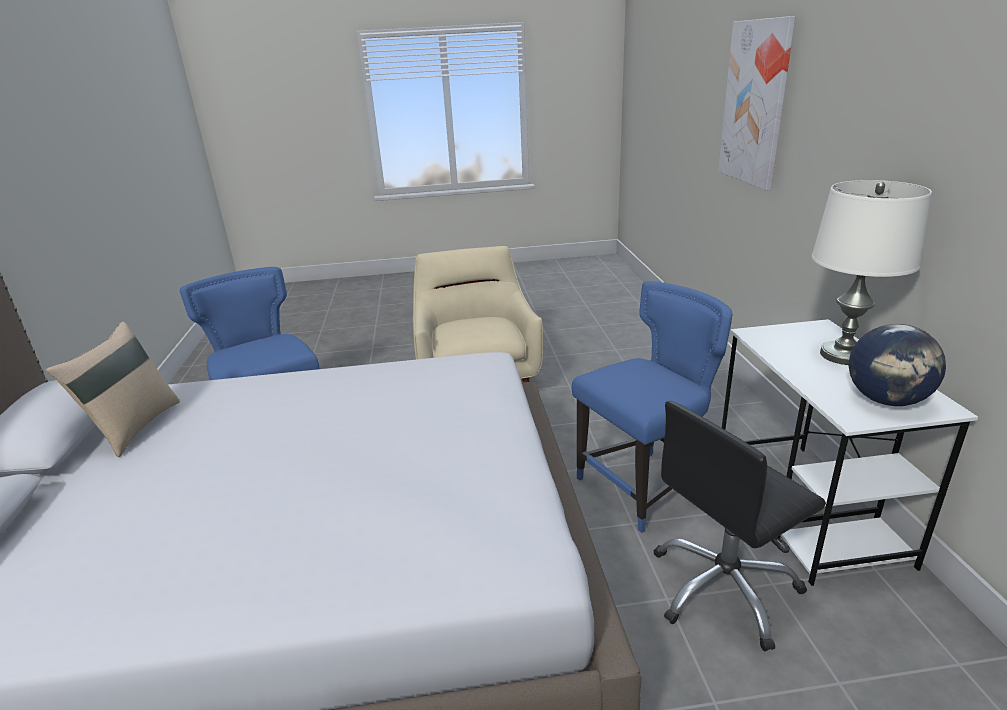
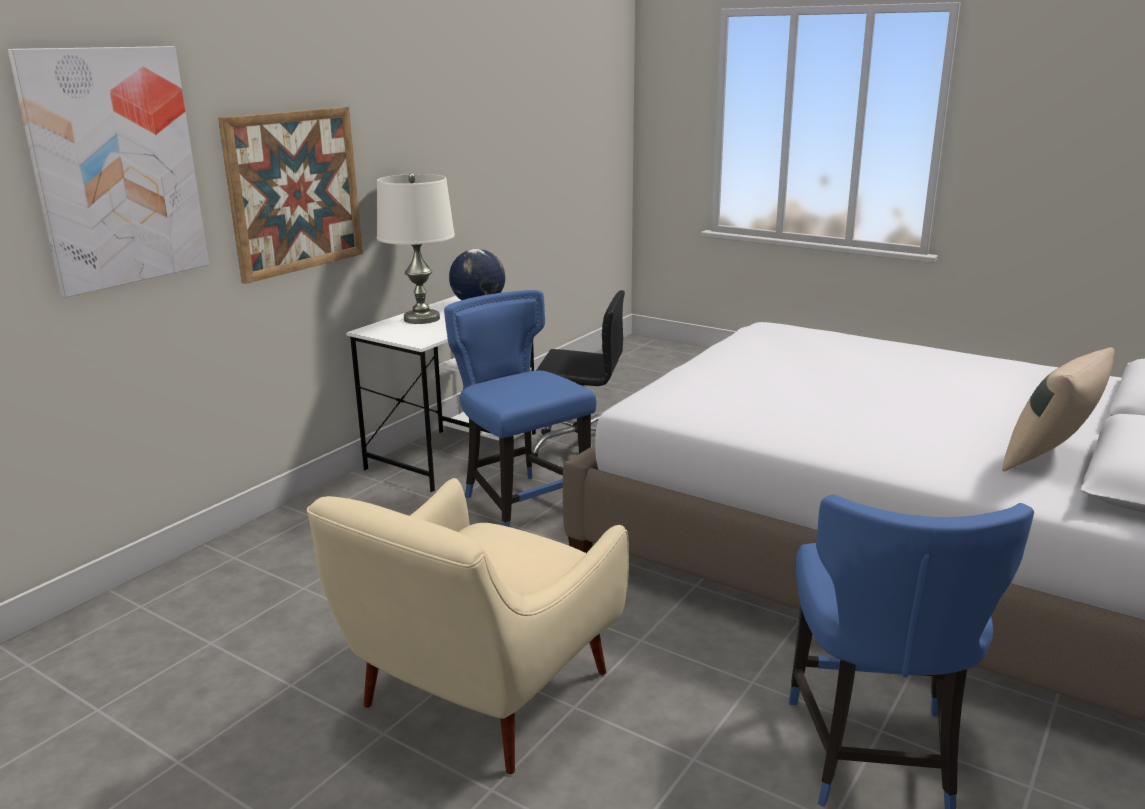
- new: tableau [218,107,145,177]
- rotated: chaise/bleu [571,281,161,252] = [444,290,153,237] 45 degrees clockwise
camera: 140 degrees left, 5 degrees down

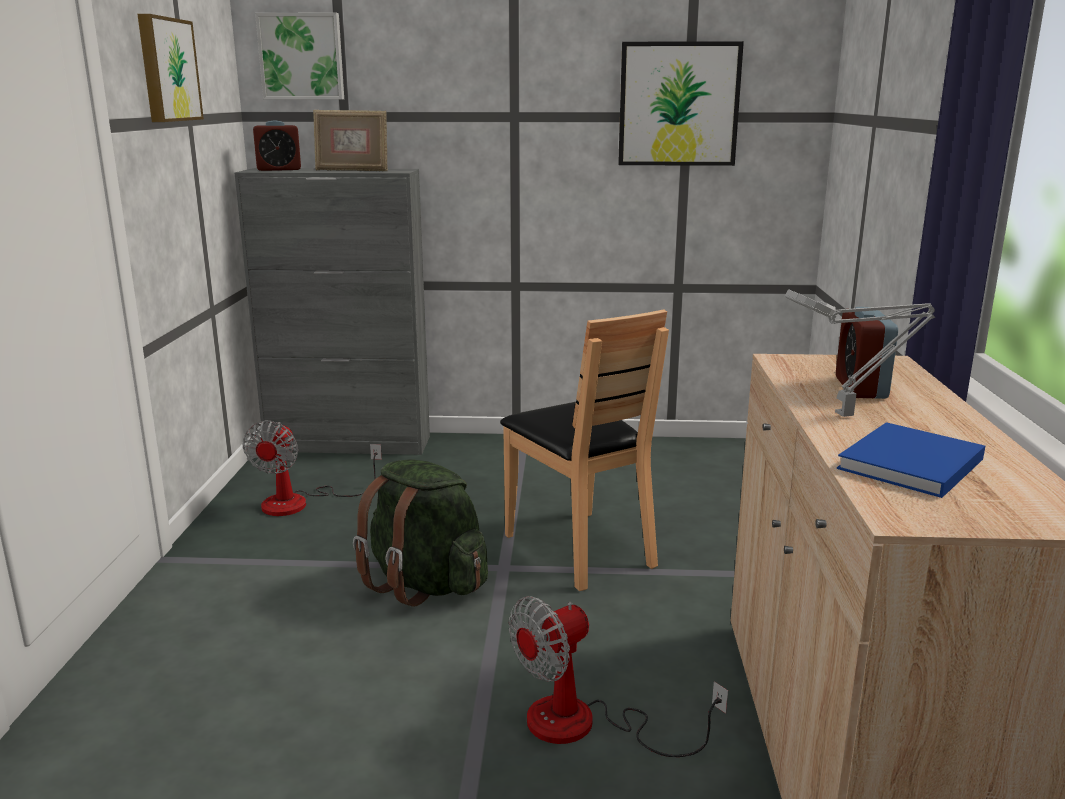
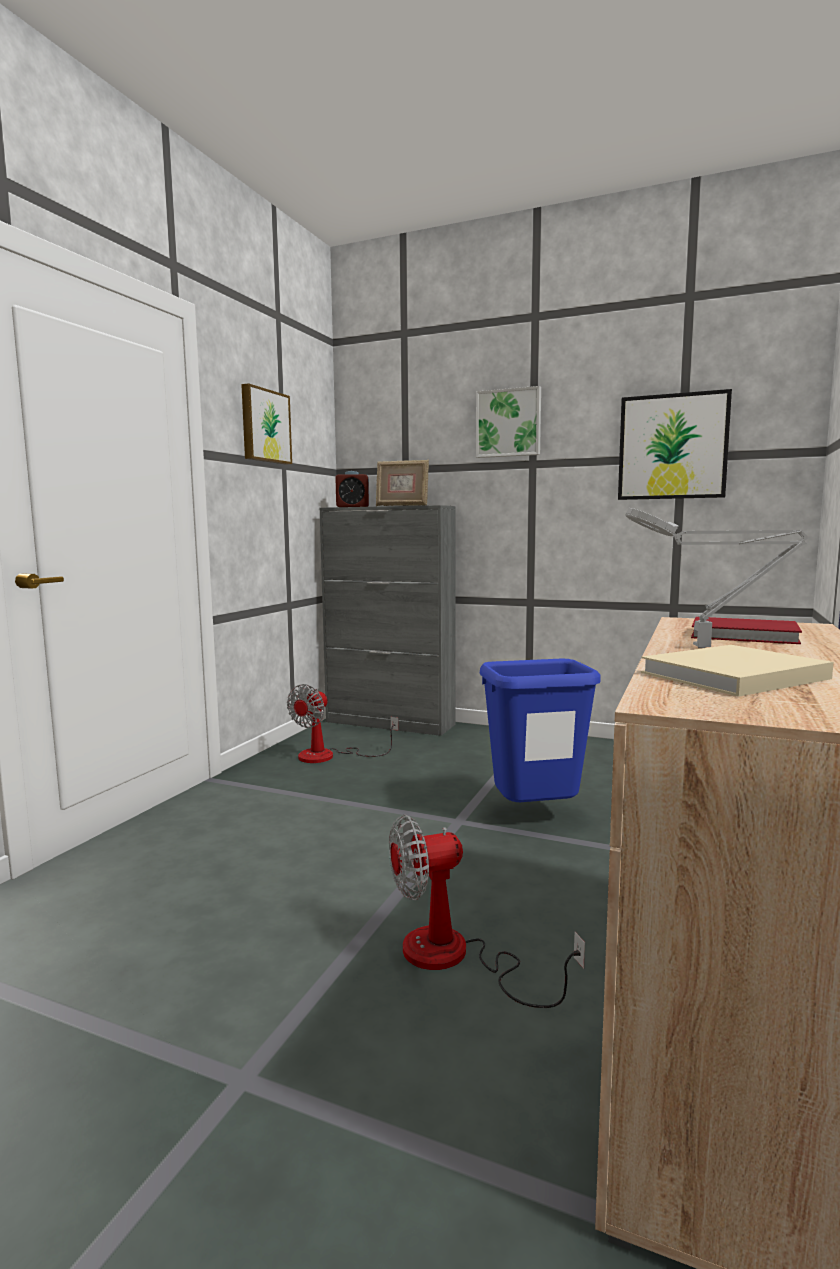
- shifted: tableau [255,12,89,87] to [476,386,65,72]
- swapped: chaise/marron [500,310,169,281] to poubelle/bleu [480,659,121,143]
- repainted: livre/bleu [837,422,148,76] to livre/beige [641,645,193,52]
- swapped: réveil [836,307,62,92] to livre/rouge [691,617,111,27]
- gone: sac à dos/vert [353,460,135,147]
camera: 20 degrees right, 10 degrees down

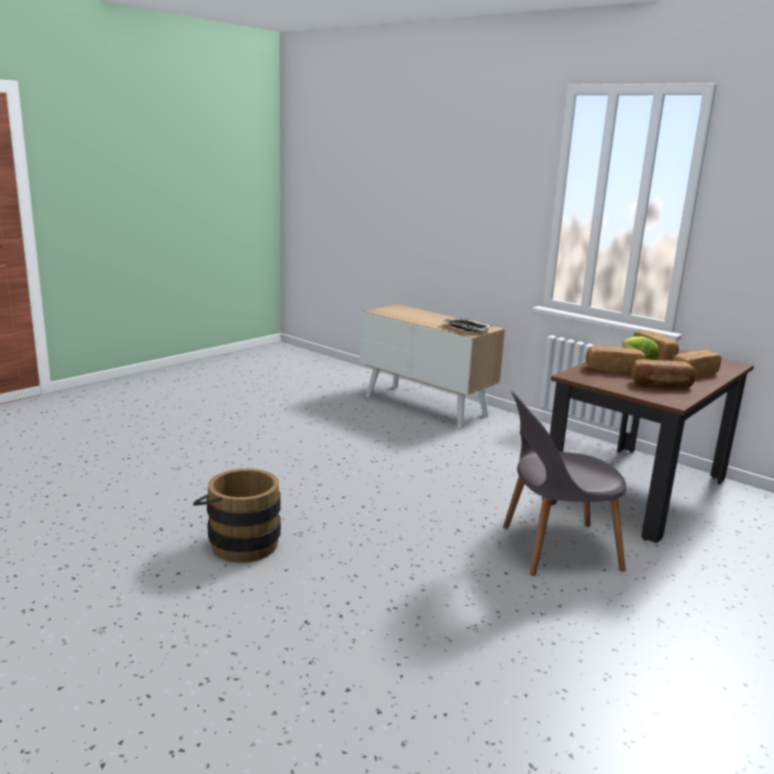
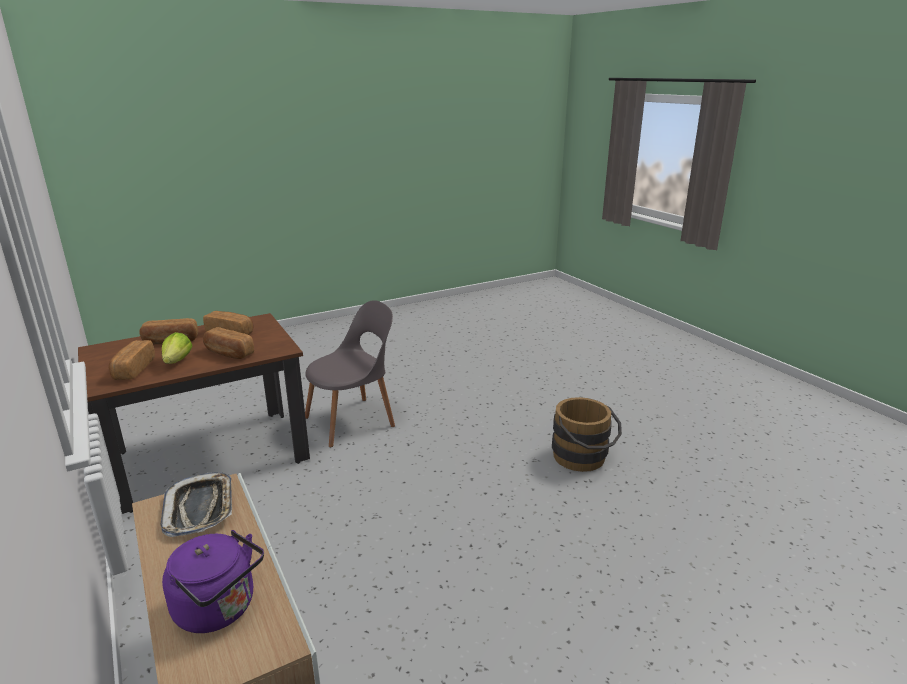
- new: bouilloire/violet [162,530,102,103]
- rotated: chaise/gris [503,391,123,185] = [305,300,90,147] 45 degrees counterclockwise
camera: 160 degrees left, 5 degrees up

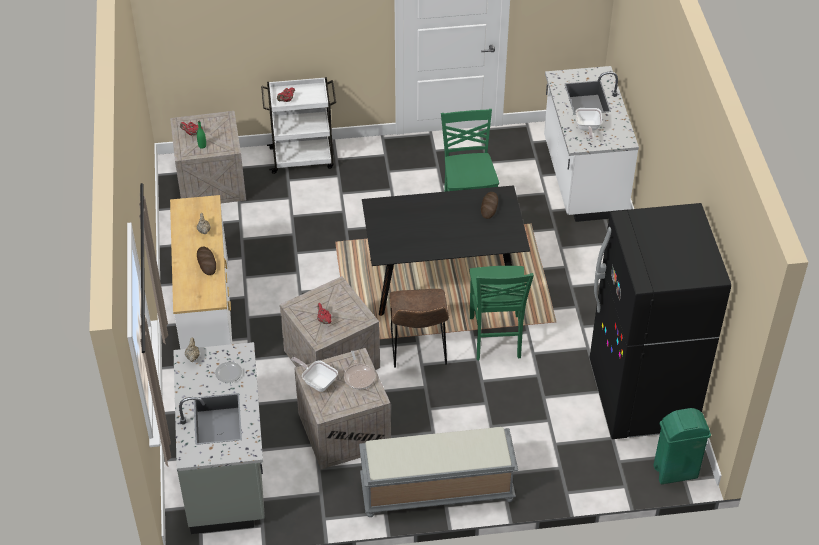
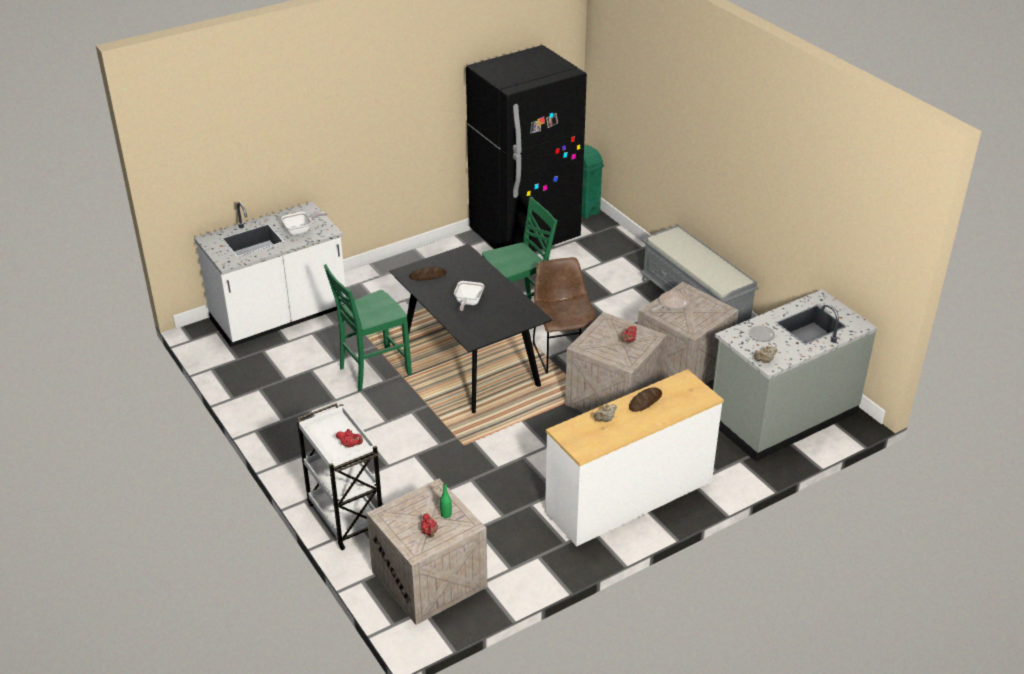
- shifted: poêle [291,357,47,35] to [454,281,31,30]
- rotated: chaise/marron [390,289,59,79] = [533,257,64,117] 75 degrees counterclockwise
camera: 115 degrees left, 10 degrees down

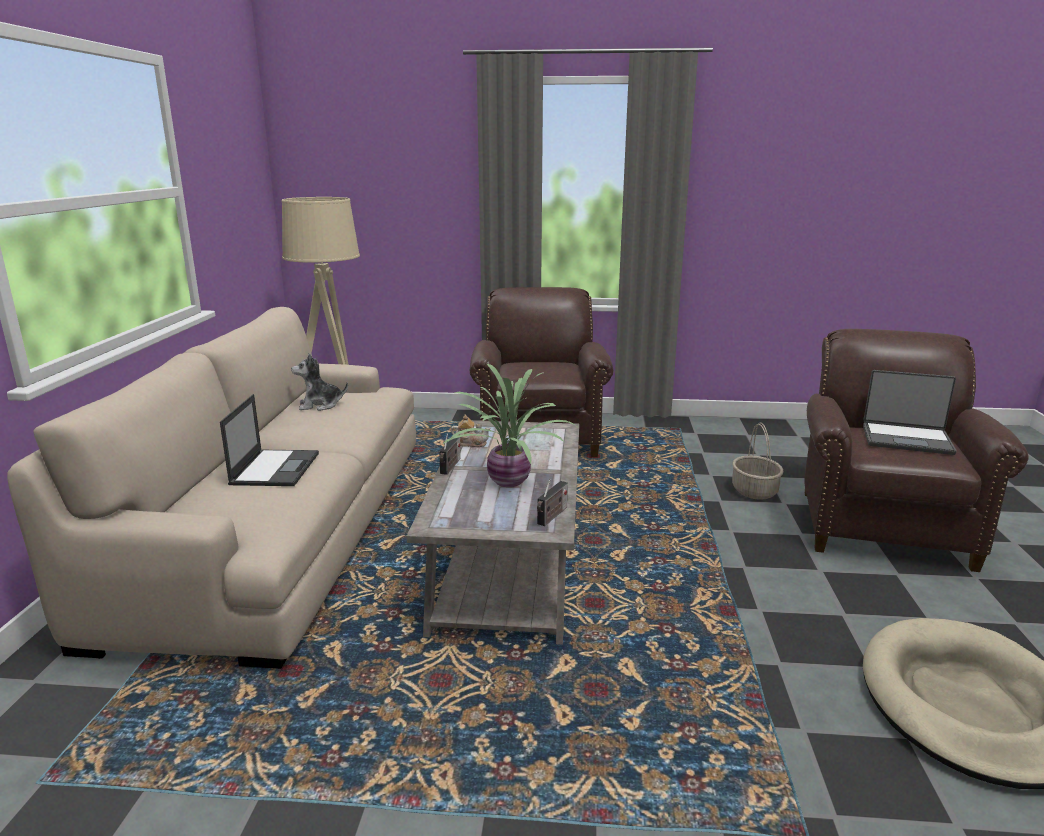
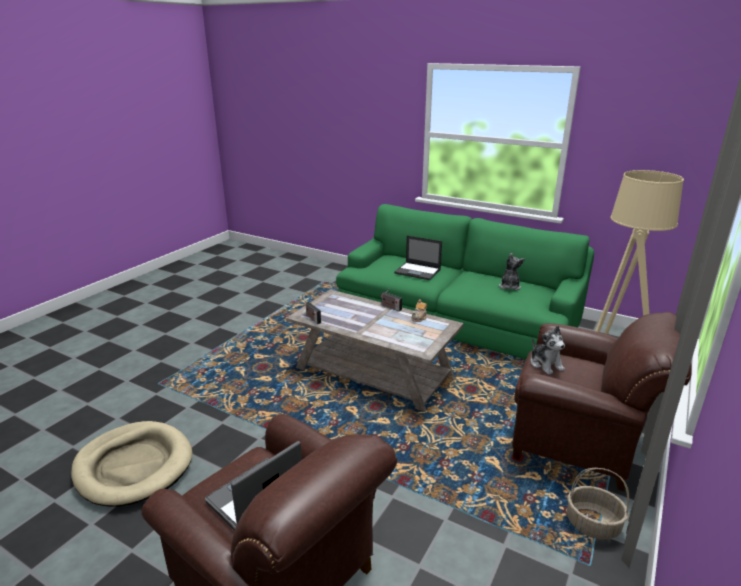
- repainted: canapé/beige [7,307,409,362] to canapé/vert [336,204,258,155]
- new: peluche [531,326,34,49]
- shifted: panier [732,422,51,78] to [567,468,62,71]
- gone: plante en pot [443,364,133,123]
camera: 115 degrees right, 5 degrees up

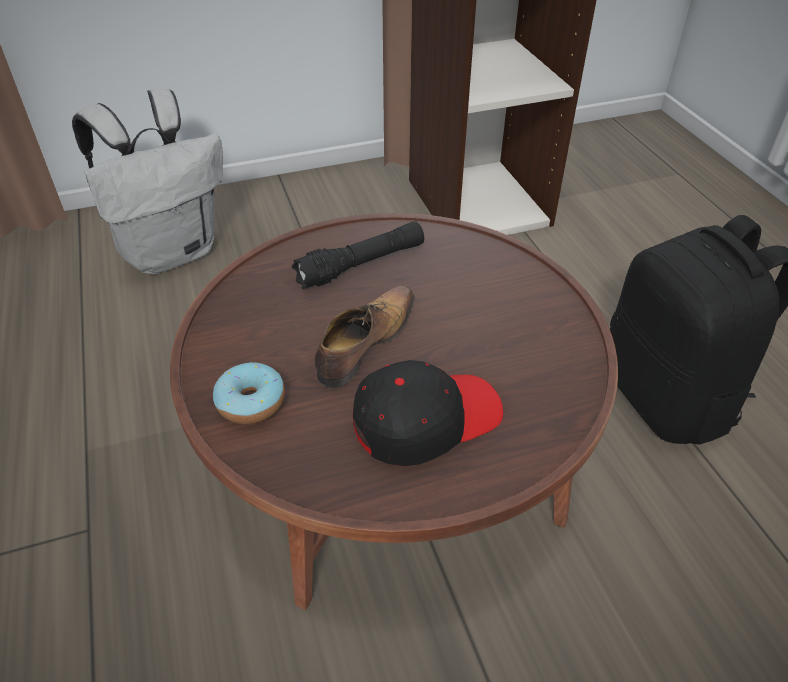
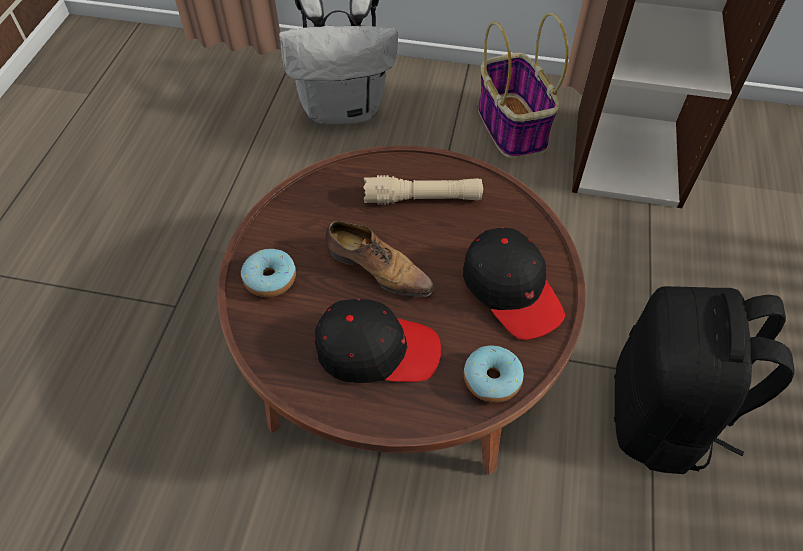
- rotated: chaussure [315,286,99,102] = [326,221,109,76] 60 degrees clockwise
- repainted: lampe de poche/noir [292,221,132,68] to lampe de poche/beige [363,175,120,30]
- new: casquette/noir [463,227,102,113]
- new: beignet [464,345,60,58]
- new: panier [478,13,91,145]
camera: 30 degrees right, 10 degrees up

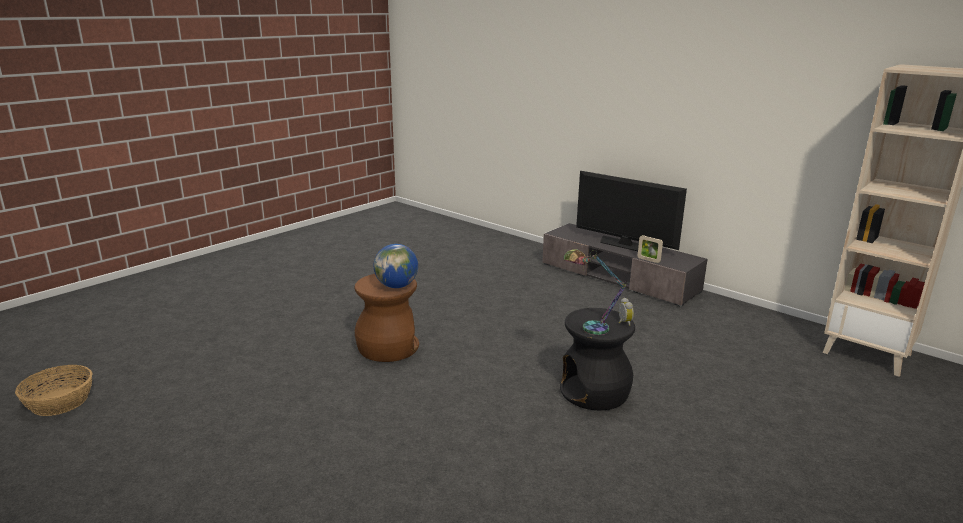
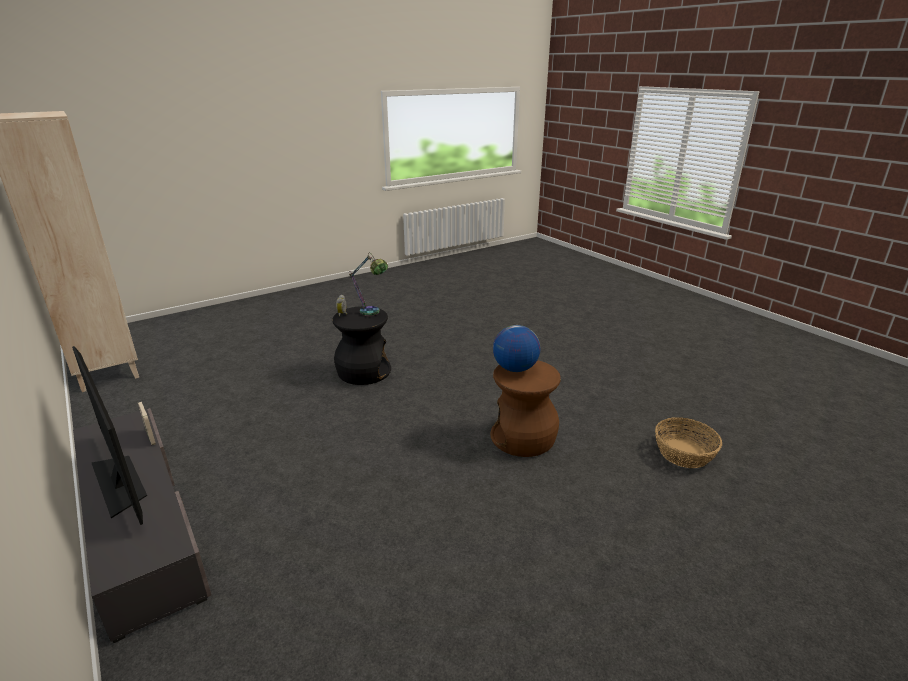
- shifted: panier [15,365,77,51] to [655,418,67,50]
camera: 165 degrees left, 5 degrees up

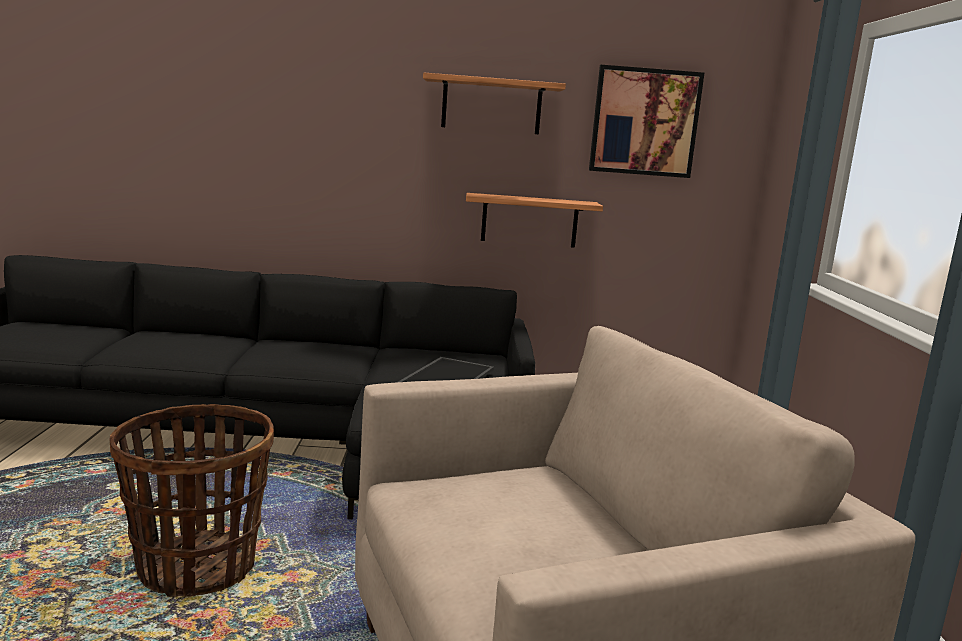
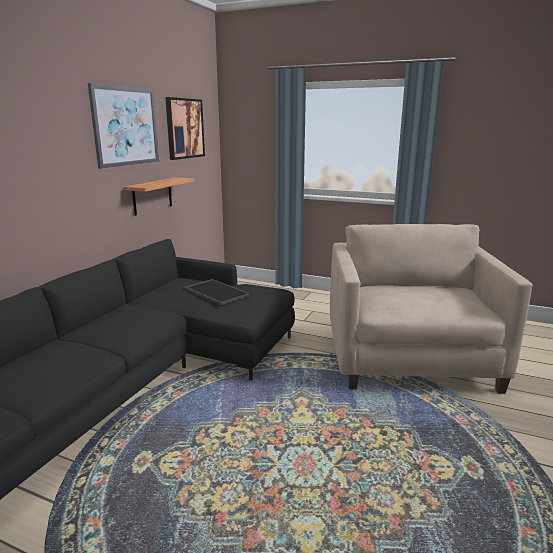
- swapped: étagère [423,73,143,61] to tableau [88,83,71,86]
- gone: panier [109,404,165,193]
camera: 65 degrees left, 5 degrees up

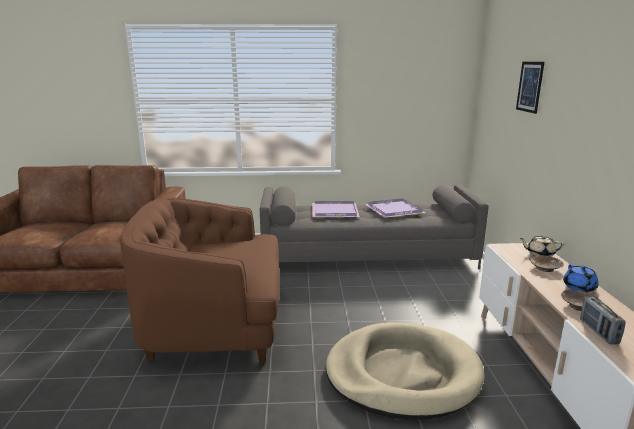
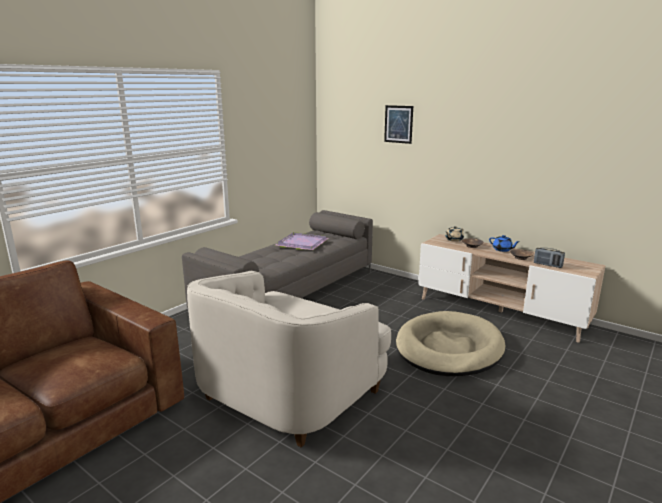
- repainted: fauteuil/marron [120,198,160,166] to fauteuil/blanc [187,270,204,178]
- gone: plateau/violet [312,201,48,17]
camera: 50 degrees left, 0 degrees up

